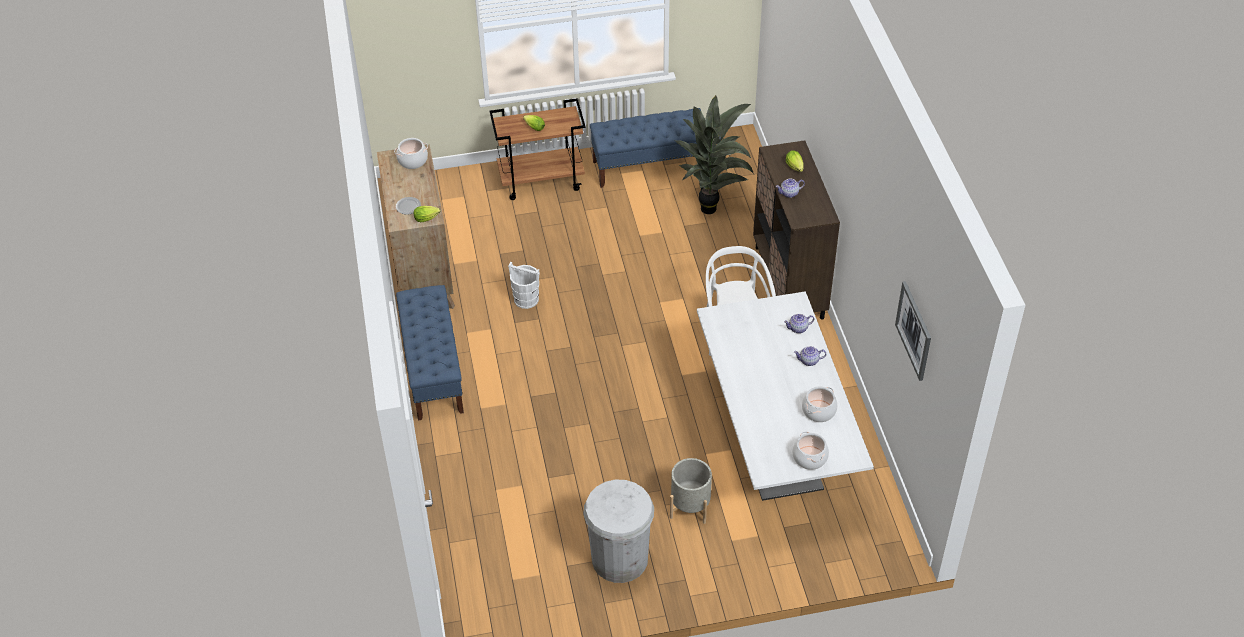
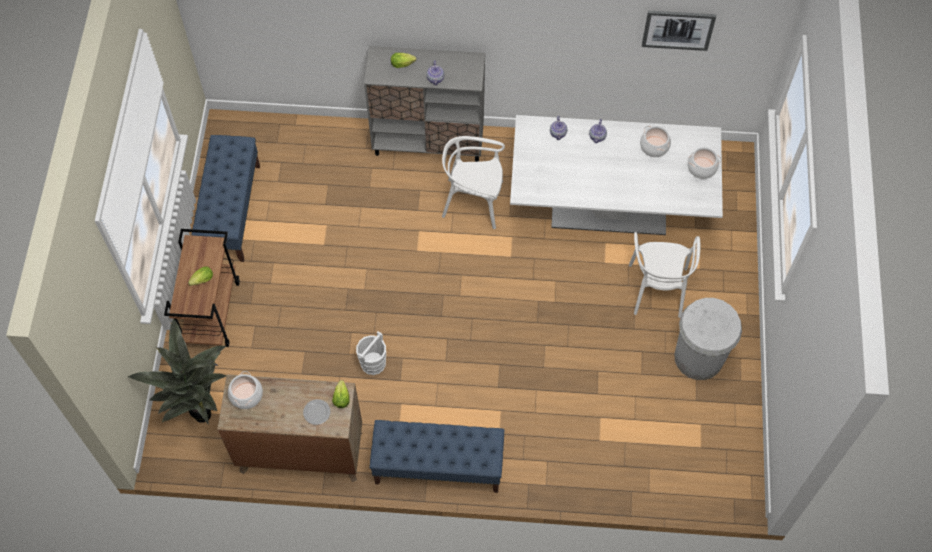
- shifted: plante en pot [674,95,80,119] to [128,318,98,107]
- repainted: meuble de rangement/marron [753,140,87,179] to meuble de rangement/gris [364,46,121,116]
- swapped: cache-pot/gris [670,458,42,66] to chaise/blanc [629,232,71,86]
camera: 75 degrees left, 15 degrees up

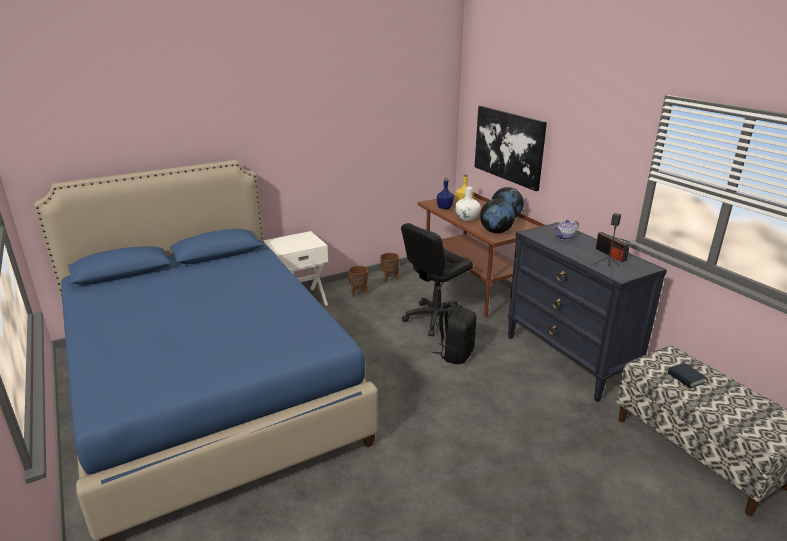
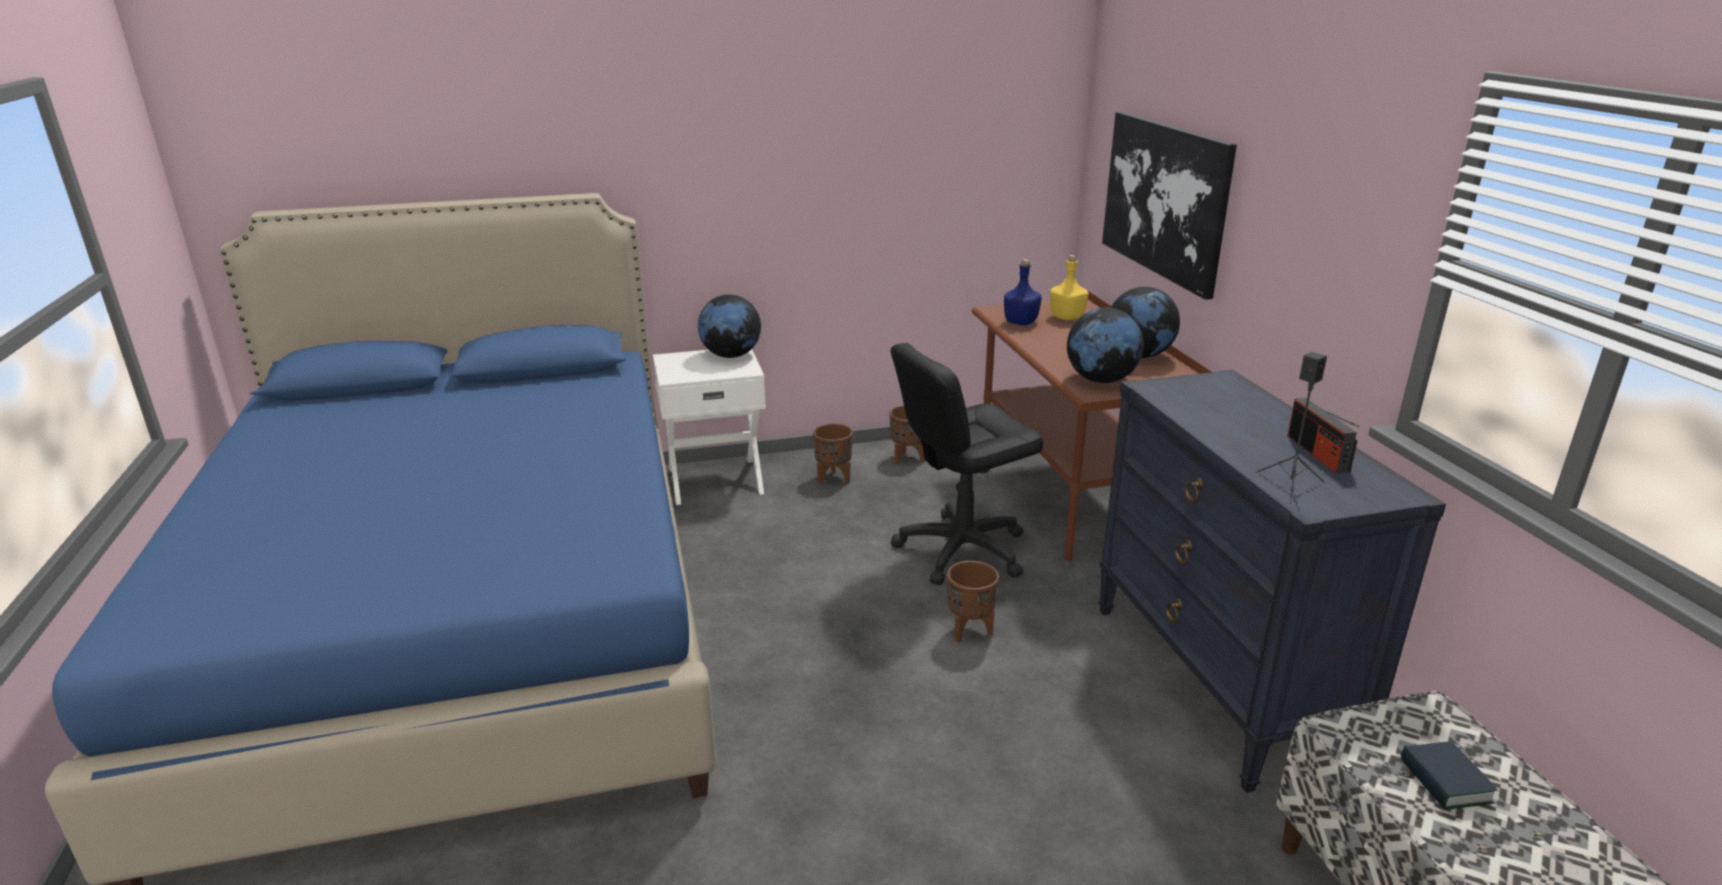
- new: globe [698,294,63,64]
- swapped: sac à dos/noir [433,302,44,62] to cache-pot/marron [947,561,52,82]
- gone: vase/blanc [455,187,26,34]
- gone: théière [554,220,25,20]
camera: 15 degrees right, 0 degrees up

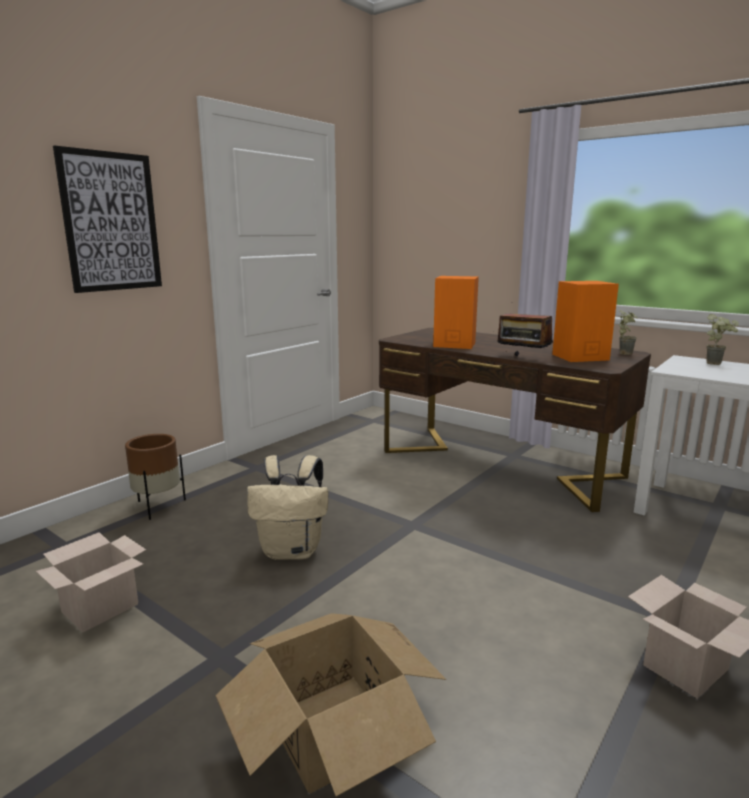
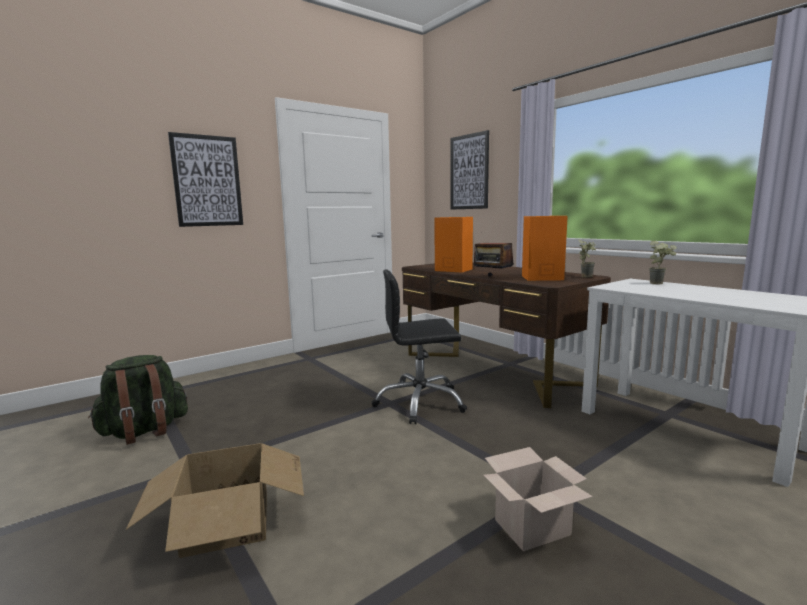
- swapped: carton [36,532,110,100] to sac à dos/vert [88,355,100,90]
- new: chaise de bureau/noir [372,269,95,155]
- new: tableau [451,130,38,80]
- gone: cache-pot/marron [125,434,61,86]
- gone: sac à dos/beige [247,455,82,105]
camera: 15 degrees right, 5 degrees down

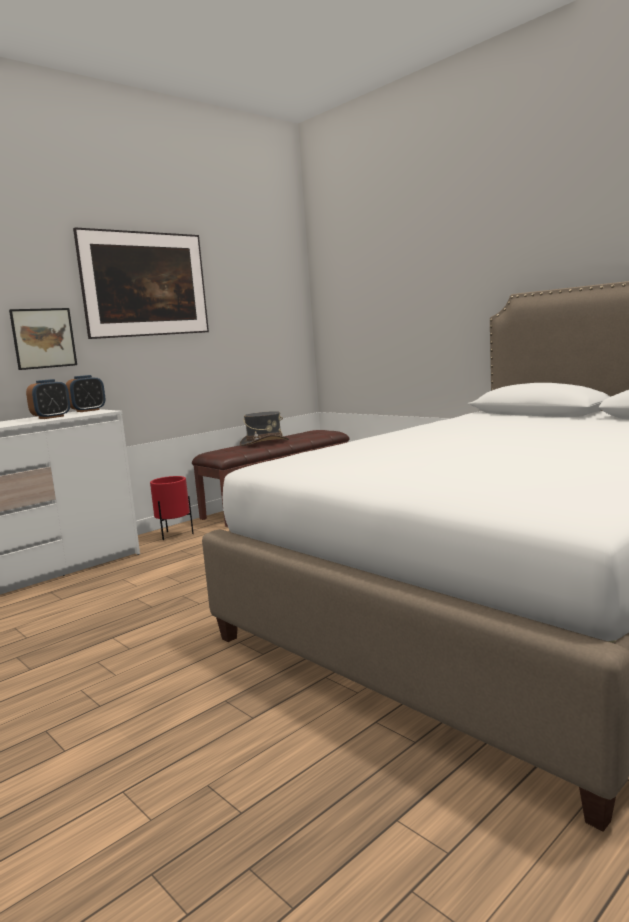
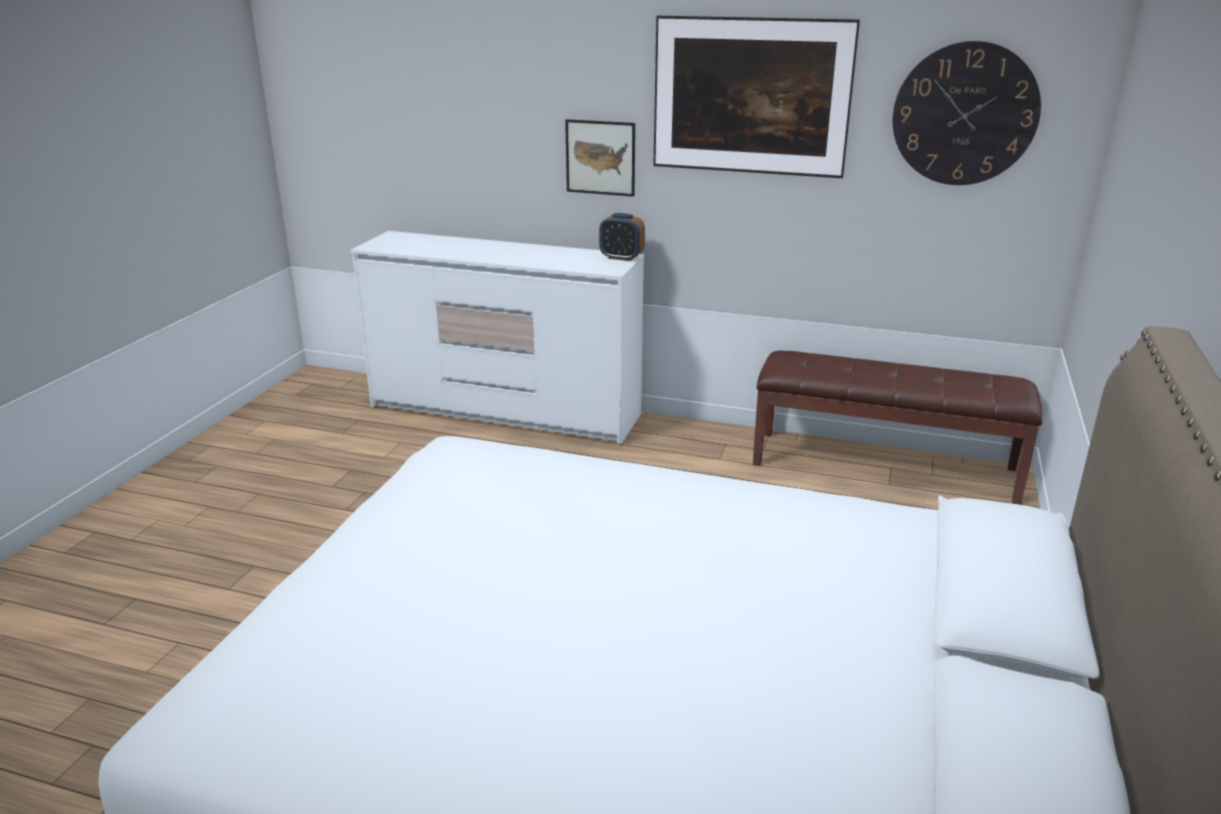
- new: horloge murale [892,41,149,144]
- gone: réveil [26,379,44,40]
- gone: cache-pot/rouge [150,476,44,64]
- gone: chapeau/gris [240,411,49,35]
camera: 60 degrees right, 15 degrees up

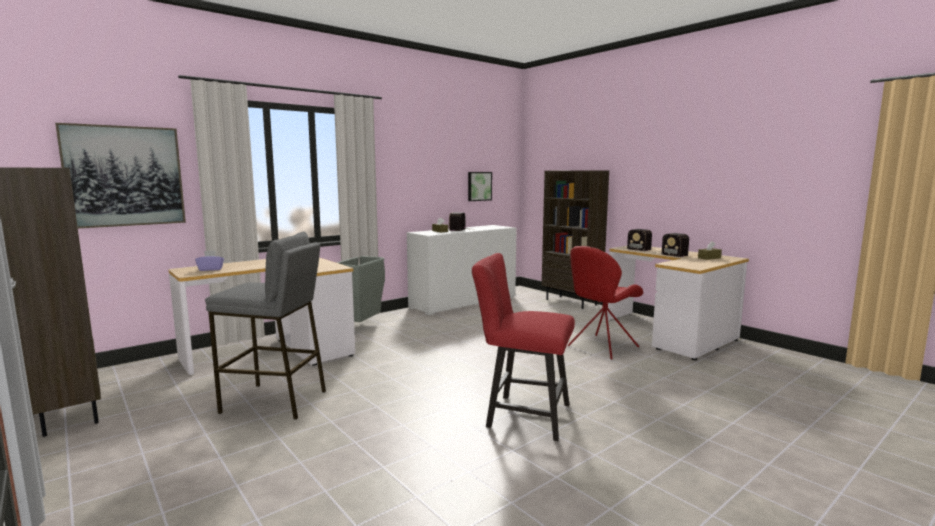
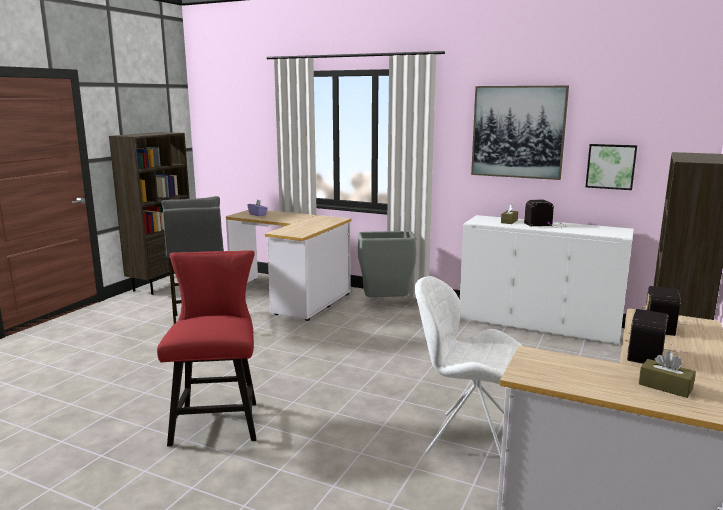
- repainted: chaise/rouge [568,246,75,113] to chaise/blanc [415,276,108,182]
- shifted: tableau [55,123,131,105] to [471,86,98,94]
camera: 65 degrees right, 5 degrees up

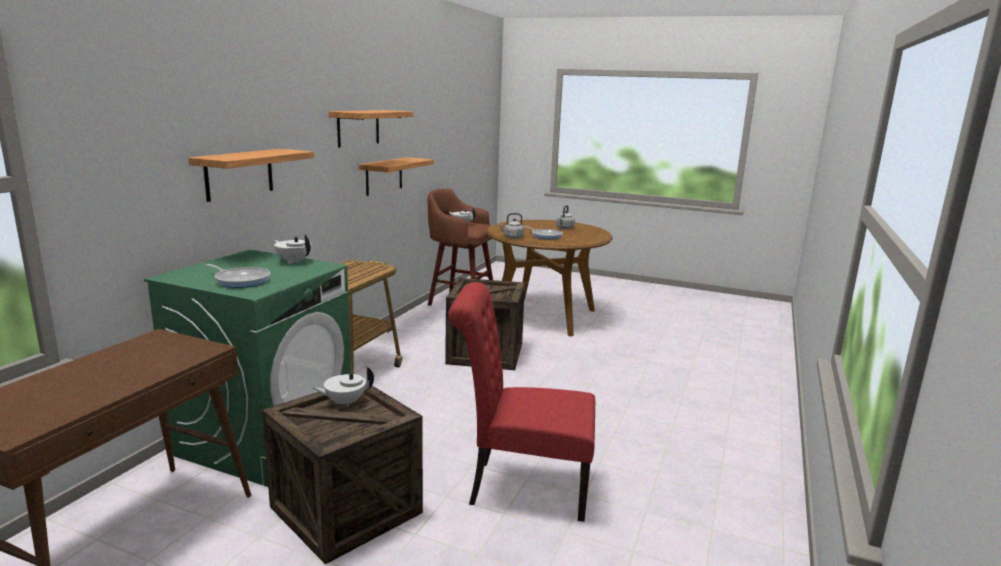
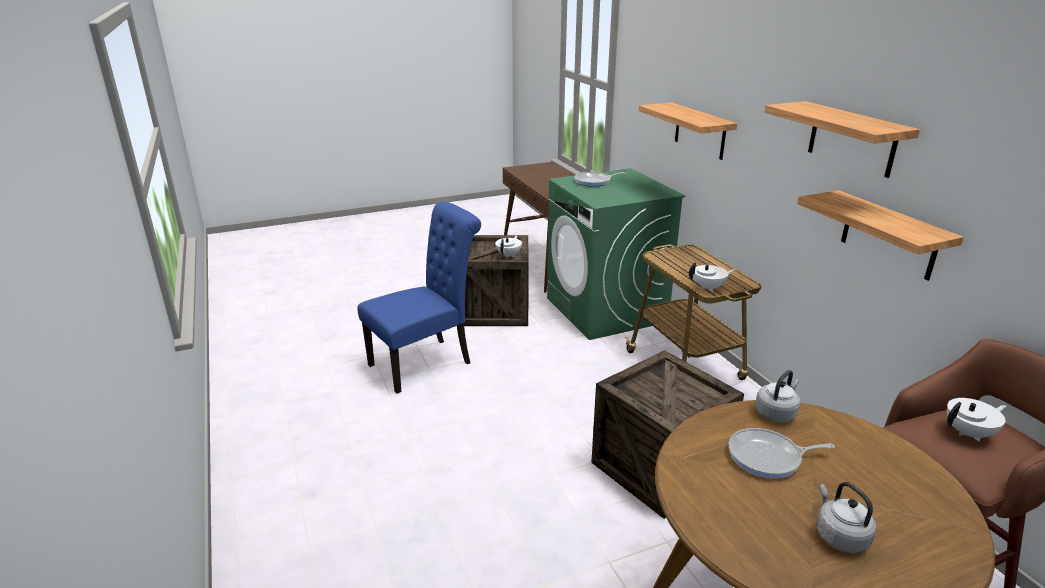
- repainted: chaise/rouge [448,282,147,240] to chaise/bleu [357,202,124,192]
- shifted: théière/blanc [274,234,37,30] to [689,262,46,30]
camera: 135 degrees right, 10 degrees up

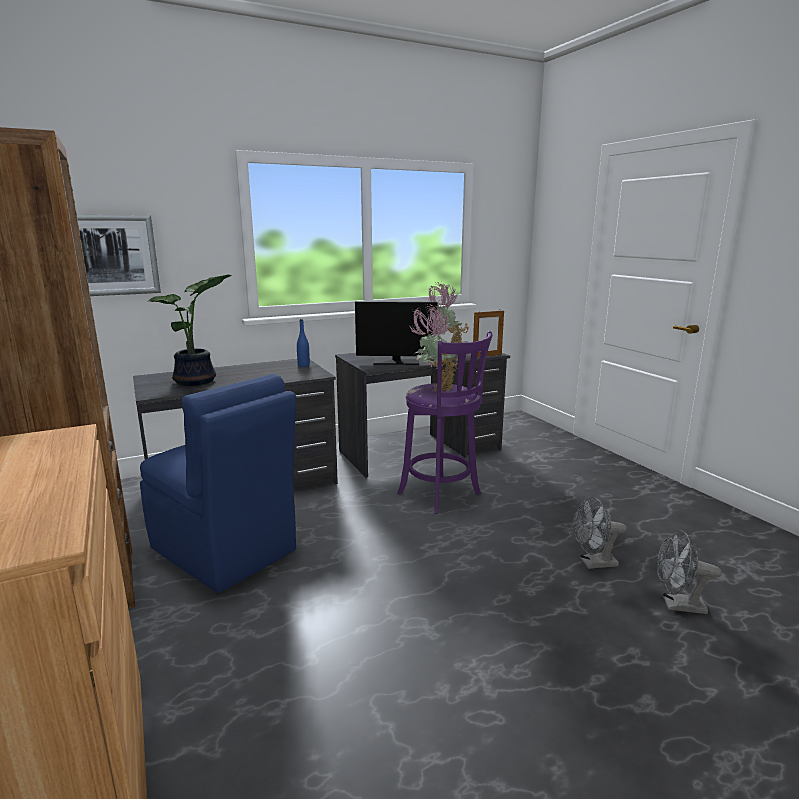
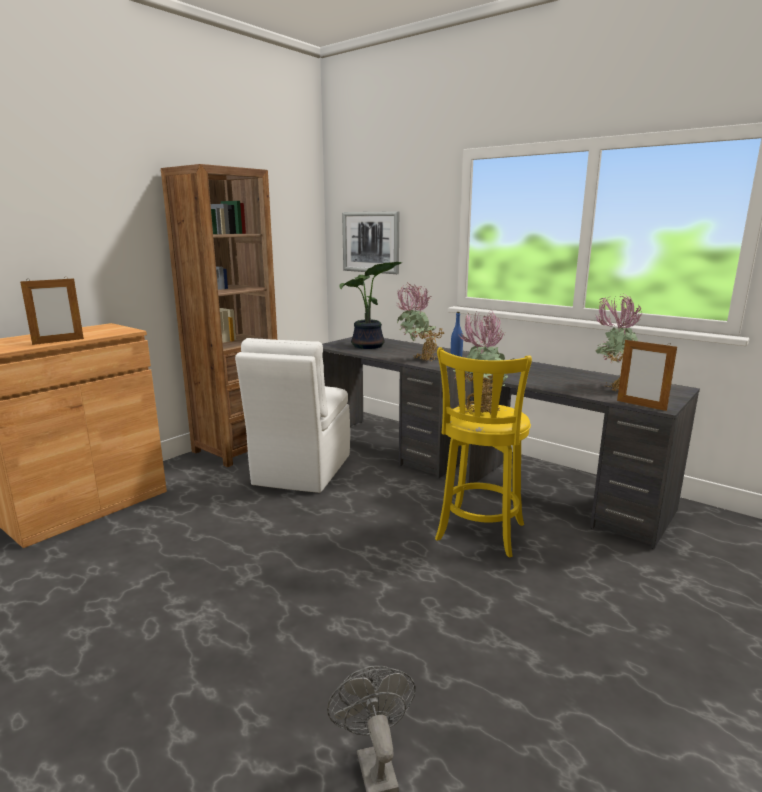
- new: cadre photo [20,278,64,67]
- repainted: chaise/bleu [140,374,156,219] to chaise/blanc [235,338,115,155]
- new: plante en pot [397,283,47,79]
- repainted: tabouret/violet [398,331,94,183] to tabouret/jaune [435,347,97,210]
- gone: écran d'ordinateur [355,301,83,64]
- gone: ventilateur/gris [573,497,54,72]
camera: 65 degrees right, 0 degrees up

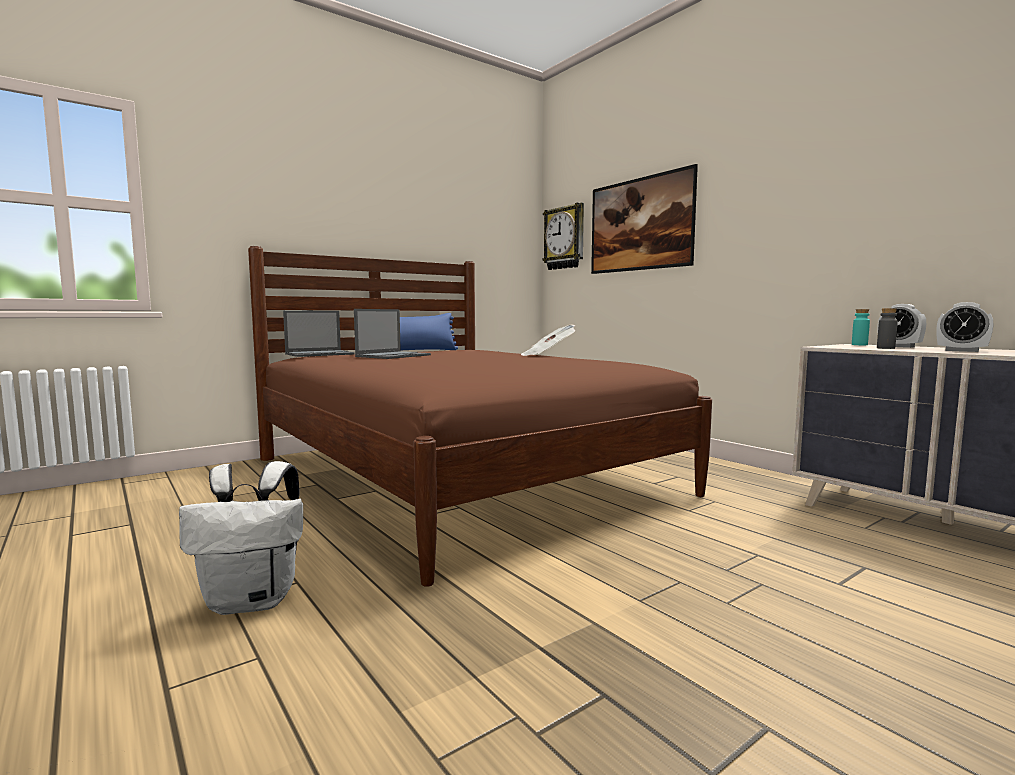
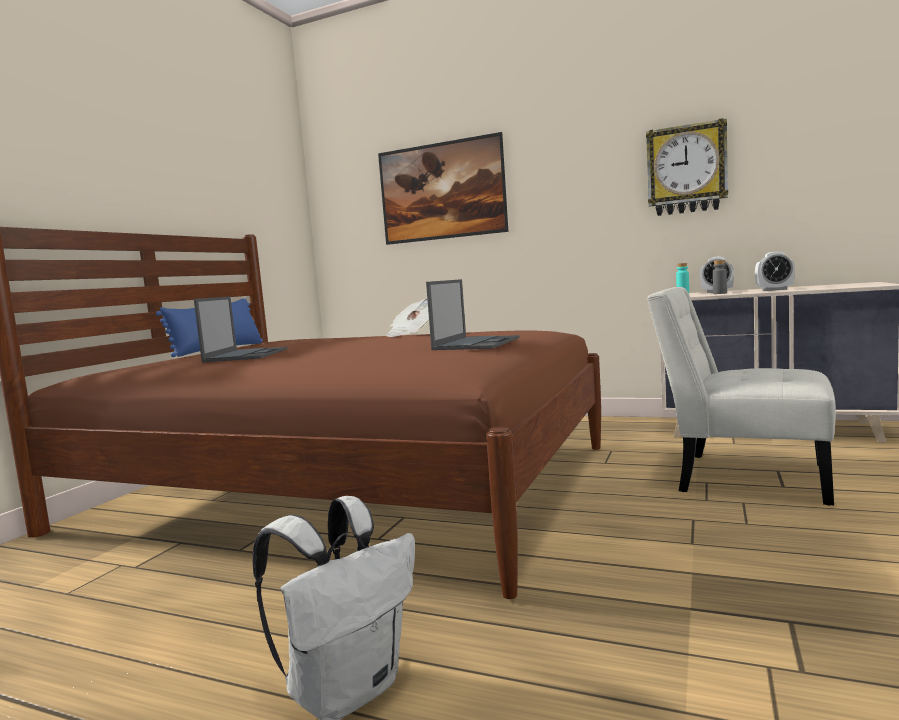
- shifted: ordinateur portable [283,310,72,47] to [426,279,94,71]
- shifted: horloge murale [542,203,42,67] to [646,118,82,98]
- new: chaise/blanc [647,287,189,219]
camera: 30 degrees left, 0 degrees up

